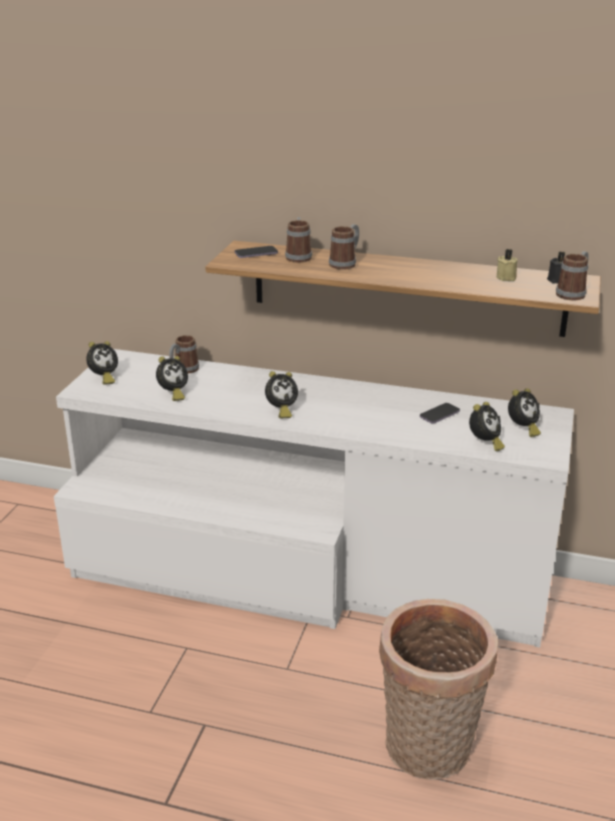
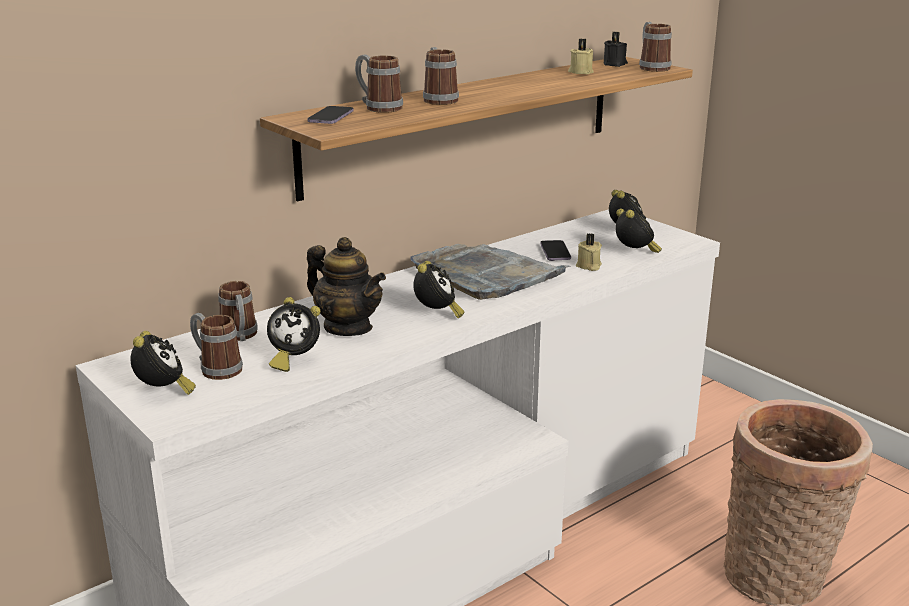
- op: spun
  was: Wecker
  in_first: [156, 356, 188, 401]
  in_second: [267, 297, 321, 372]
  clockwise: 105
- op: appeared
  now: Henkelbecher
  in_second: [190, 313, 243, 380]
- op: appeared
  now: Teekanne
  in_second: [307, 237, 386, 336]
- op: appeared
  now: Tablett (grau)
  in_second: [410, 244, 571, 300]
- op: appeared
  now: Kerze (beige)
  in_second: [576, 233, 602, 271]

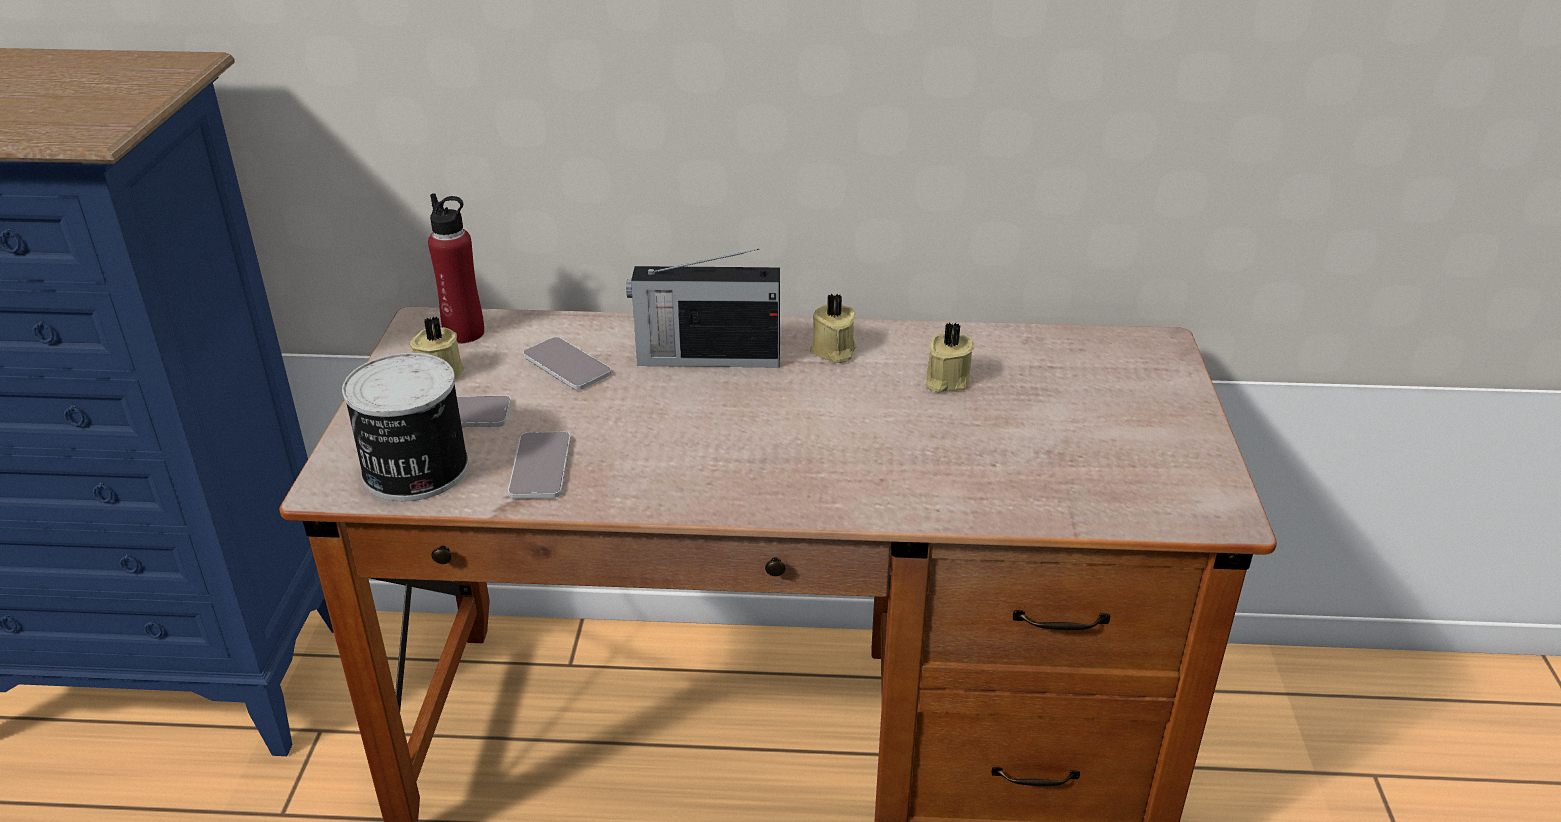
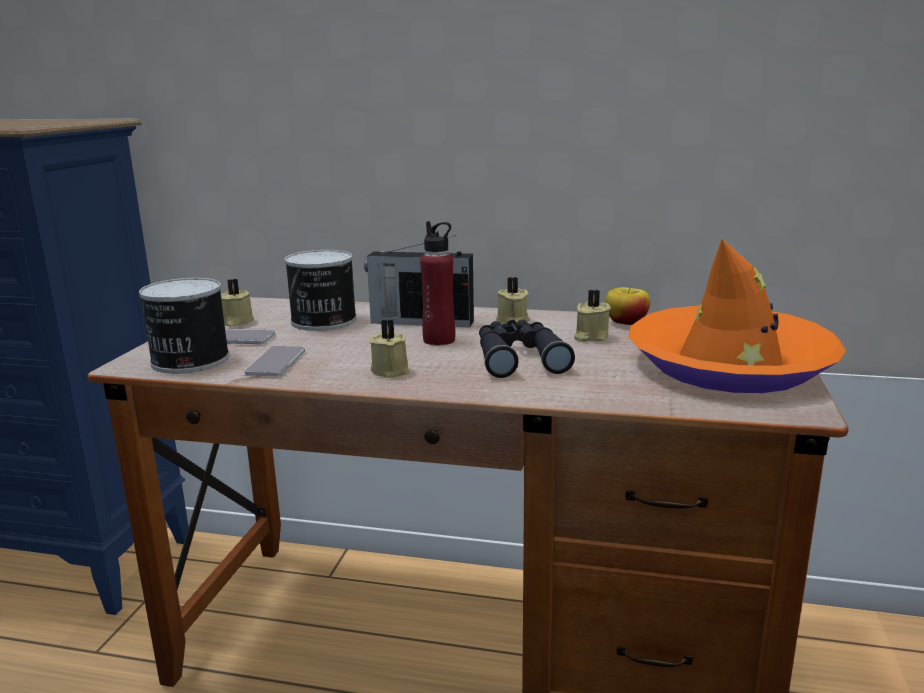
- op: relocated
  was: Flasche (rot)
  in_first: [428, 193, 484, 343]
  in_second: [420, 221, 455, 345]
- op: exchanged
  was: Handy
  now: Dose
  in_first: [523, 337, 611, 390]
  in_second: [285, 250, 357, 331]
- op: appeared
  now: Kerze (beige)
  in_second: [369, 319, 410, 378]
- op: appeared
  now: Fernglas (schwarz)
  in_second: [479, 319, 575, 378]
- op: appeared
  now: Apfel
  in_second: [605, 287, 650, 325]
- op: appeared
  now: Hut (orange)
  in_second: [628, 239, 846, 393]

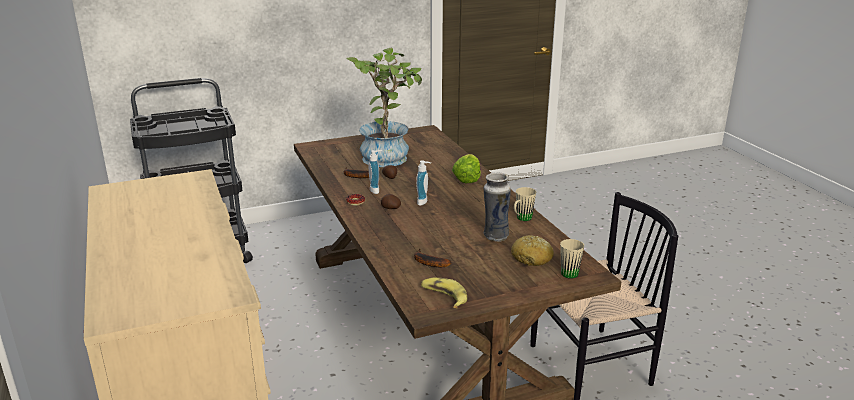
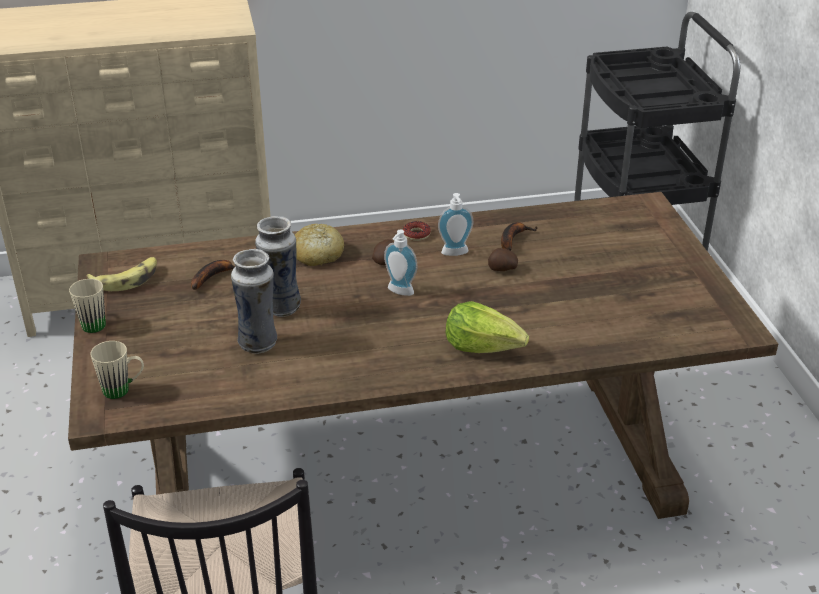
- op: missing
  was: Topfpflanze
  in_first: [346, 48, 422, 167]
- op: relocated
  was: Brot
  in_first: [511, 235, 554, 266]
  in_second: [295, 224, 344, 266]
- op: relocated
  was: Henkelbecher (beige)
  in_first: [514, 187, 536, 221]
  in_second: [69, 279, 106, 333]
- op: appeared
  now: Vase
  in_second: [255, 216, 301, 317]

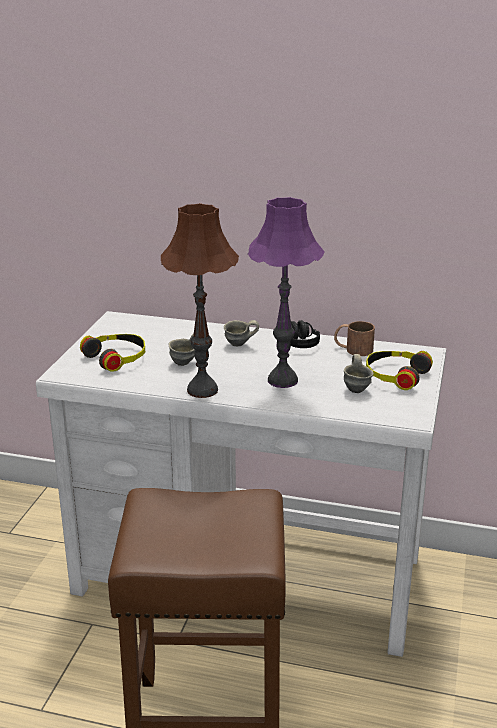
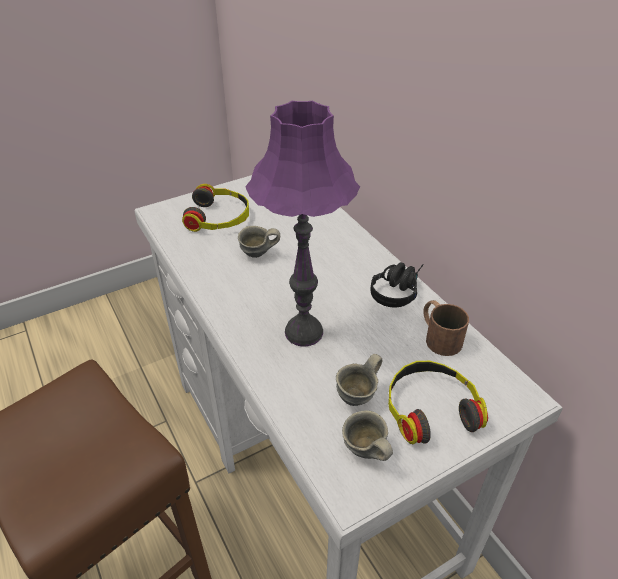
- op: missing
  was: Tischlampe (braun)
  in_first: [161, 203, 239, 398]
- op: relocated
  was: Henkelbecher (grau)
  in_first: [224, 320, 259, 346]
  in_second: [342, 410, 393, 461]

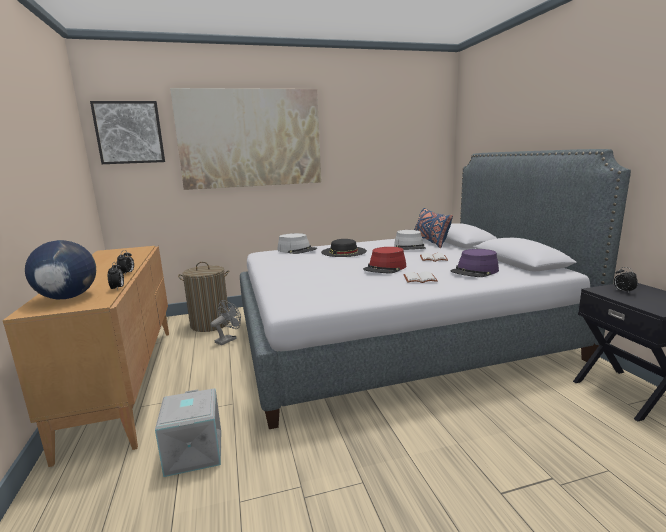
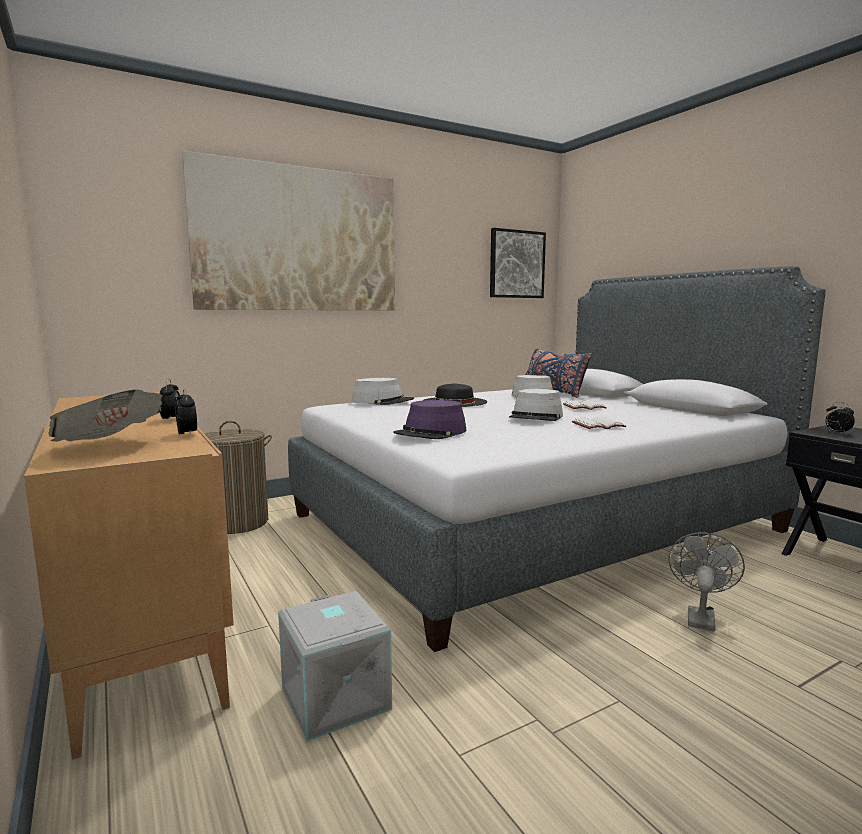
- op: exchanged
  was: Globus
  now: Zeitung
  in_first: [25, 240, 96, 299]
  in_second: [48, 389, 162, 442]
- op: relocated
  was: Bild
  in_first: [90, 101, 165, 164]
  in_second: [490, 228, 546, 298]
- op: relocated
  was: Ventilator (grau)
  in_first: [211, 300, 241, 345]
  in_second: [668, 532, 745, 632]
- op: colour
  was: Hut (rot)
  now: Hut (grau)
  in_first: [363, 247, 406, 273]
  in_second: [509, 389, 563, 421]
- op: relocated
  was: Hut (lila)
  in_first: [450, 249, 499, 277]
  in_second: [393, 400, 466, 439]

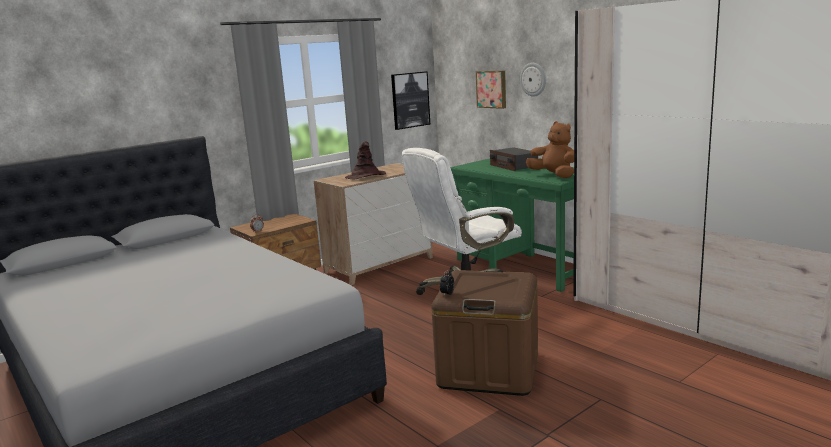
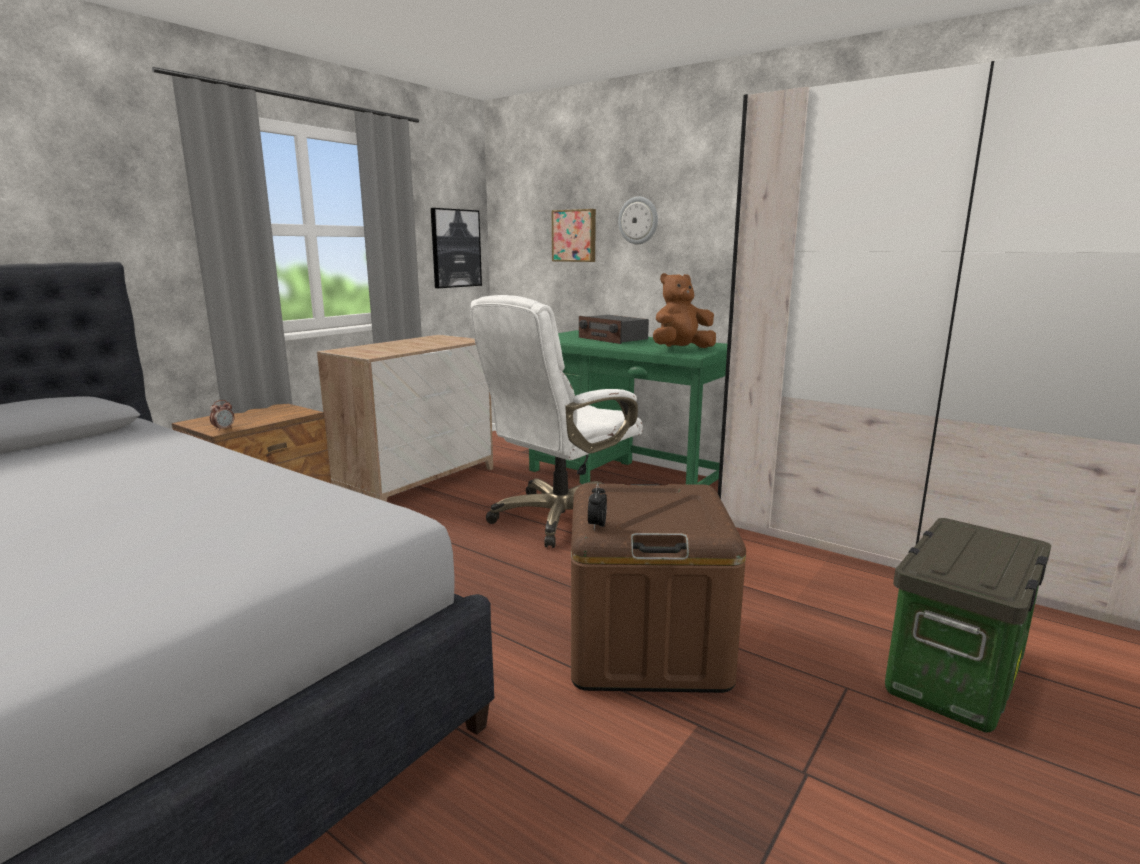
- op: missing
  was: Hut (braun)
  in_first: [345, 141, 386, 179]
- op: spun
  was: Plüschtier (braun)
  in_first: [526, 121, 574, 178]
  in_second: [653, 273, 716, 348]
  clockwise: -60
- op: appeared
  now: Aufbewahrungsbox
  in_second: [885, 518, 1051, 732]

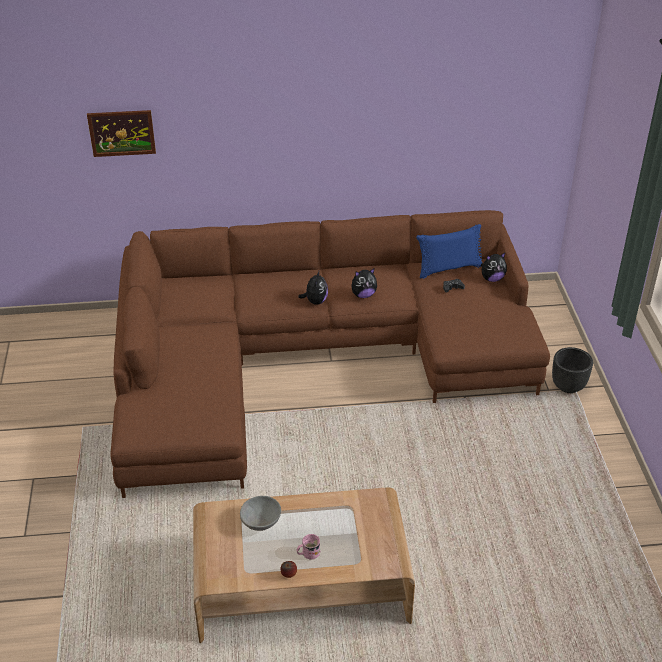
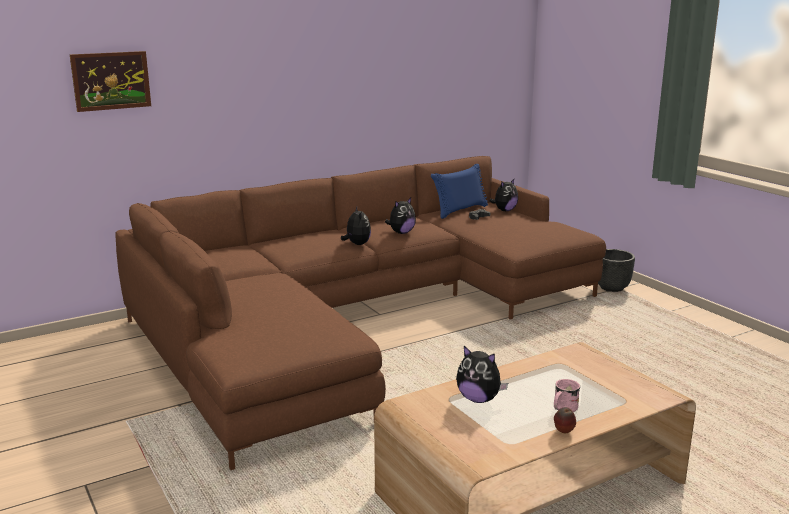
- op: exchanged
  was: Schüssel (grau)
  now: Plüschtier
  in_first: [240, 496, 281, 531]
  in_second: [456, 346, 508, 403]

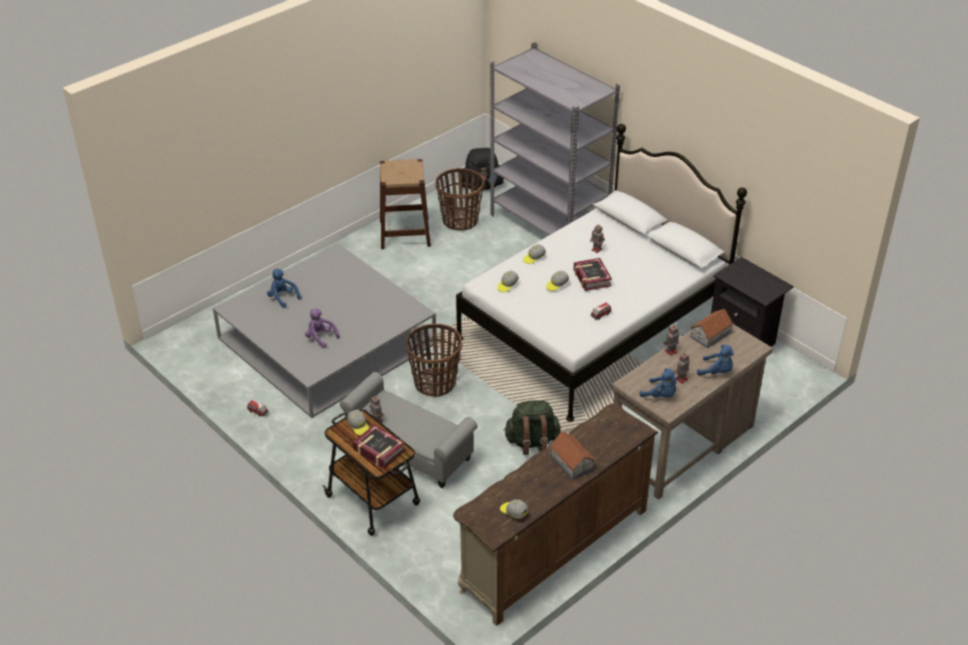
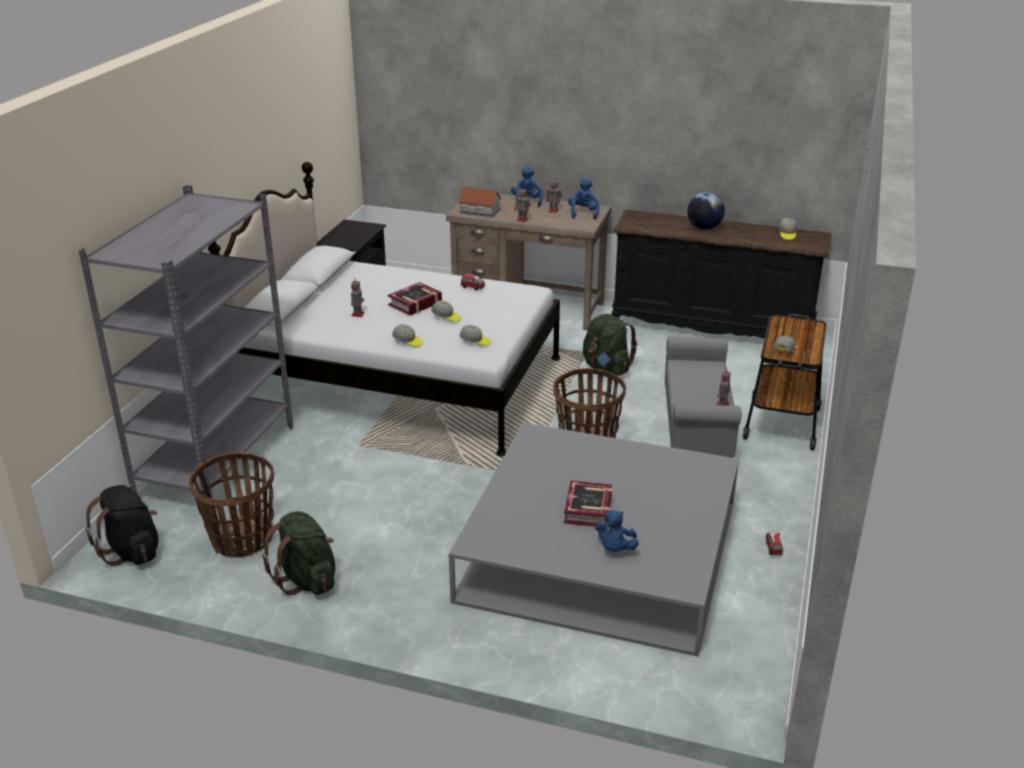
- op: missing
  was: Plüschtier (lila)
  in_first: [305, 308, 340, 348]
- op: relocated
  was: Buch
  in_first: [353, 424, 406, 468]
  in_second: [564, 481, 612, 526]
- op: exchanged
  was: Hocker (braun)
  now: Rucksack (grün)
  in_first: [380, 159, 431, 249]
  in_second: [262, 511, 335, 595]
- op: colour
  was: Schrank (beige)
  now: Schrank (schwarz)
  in_first: [453, 403, 658, 626]
  in_second: [612, 210, 832, 350]
- op: exchanged
  was: Spielzeughaus
  now: Globus
  in_first: [550, 431, 596, 479]
  in_second: [687, 192, 725, 230]

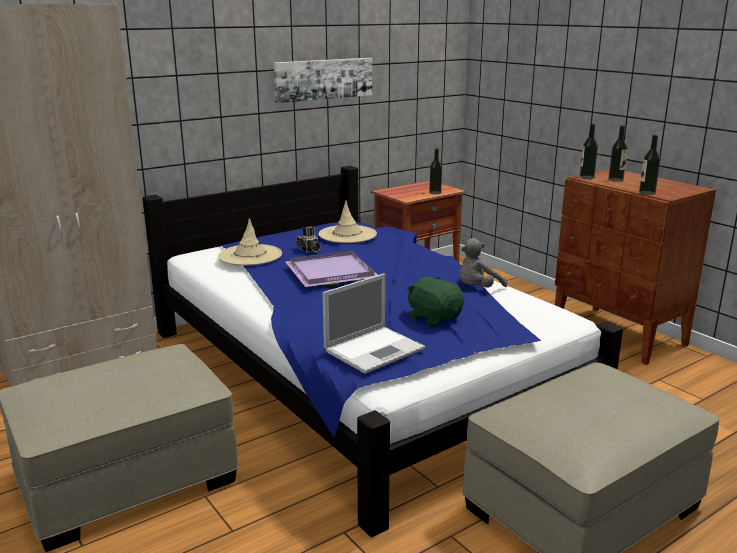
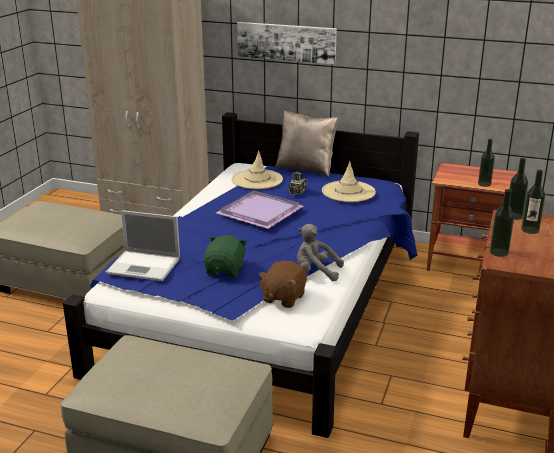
- op: relocated
  was: Bild
  in_first: [273, 58, 372, 103]
  in_second: [237, 22, 337, 64]
- op: appeared
  now: Plüschtier (braun)
  in_second: [258, 261, 307, 308]
- op: appeared
  now: Kissen (beige)
  in_second: [275, 110, 338, 177]

